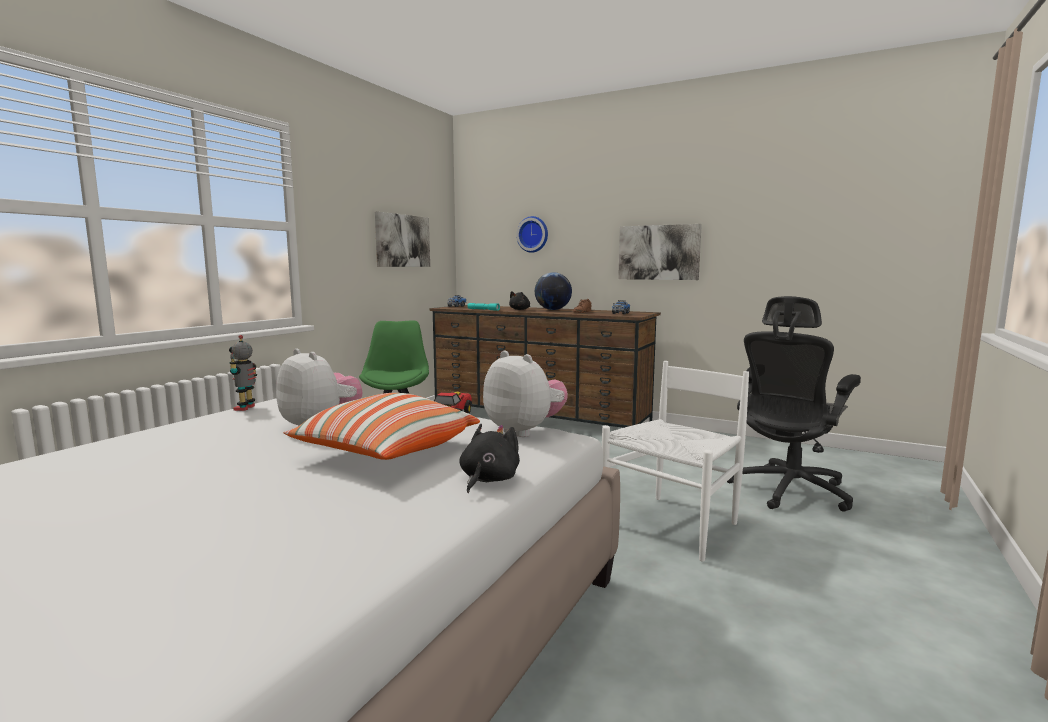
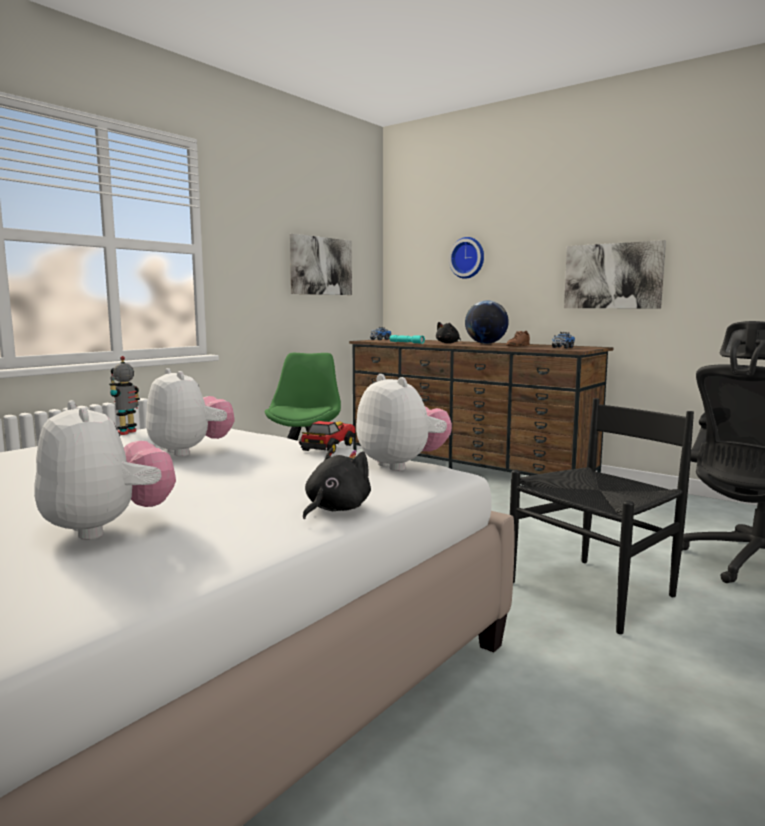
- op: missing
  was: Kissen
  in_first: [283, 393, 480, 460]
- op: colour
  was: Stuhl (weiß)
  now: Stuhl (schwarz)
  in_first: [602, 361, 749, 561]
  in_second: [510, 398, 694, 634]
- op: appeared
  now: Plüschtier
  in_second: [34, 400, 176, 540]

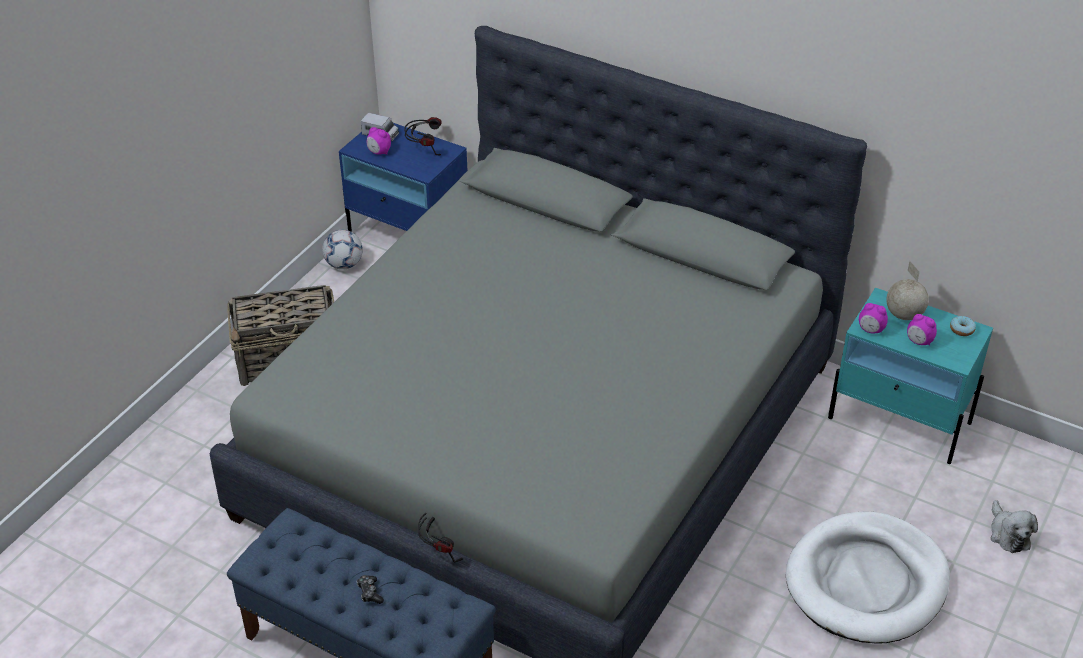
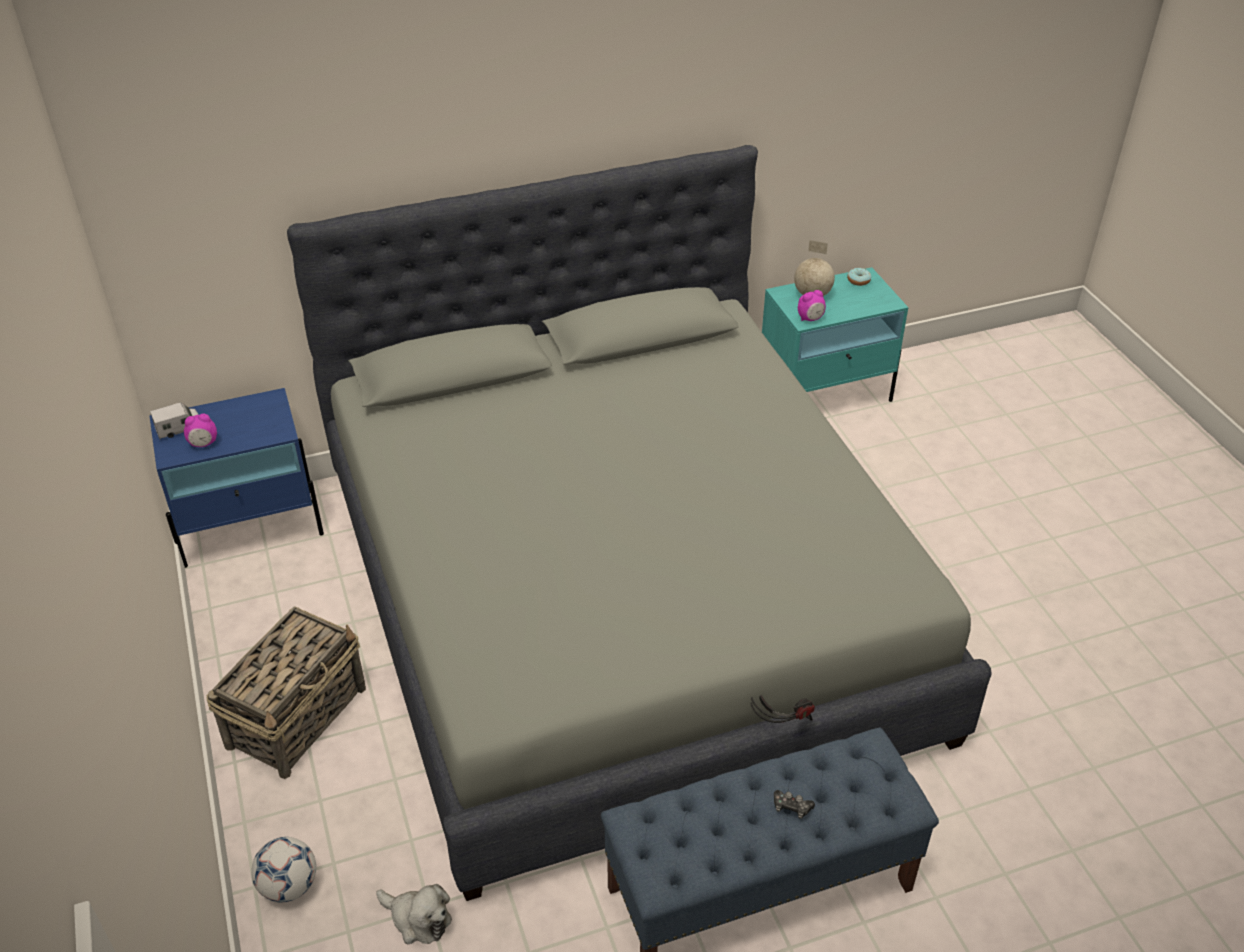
- op: relocated
  was: Fußball
  in_first: [322, 230, 363, 270]
  in_second: [251, 837, 316, 903]
- op: missing
  was: Kopfhörer
  in_first: [404, 117, 442, 155]
- op: missing
  was: Hundebett (weiß)
  in_first: [786, 511, 950, 644]
- op: missing
  was: Wecker
  in_first: [907, 314, 937, 345]
- op: relocated
  was: Plüschtier
  in_first: [990, 500, 1038, 553]
  in_second: [376, 884, 452, 944]

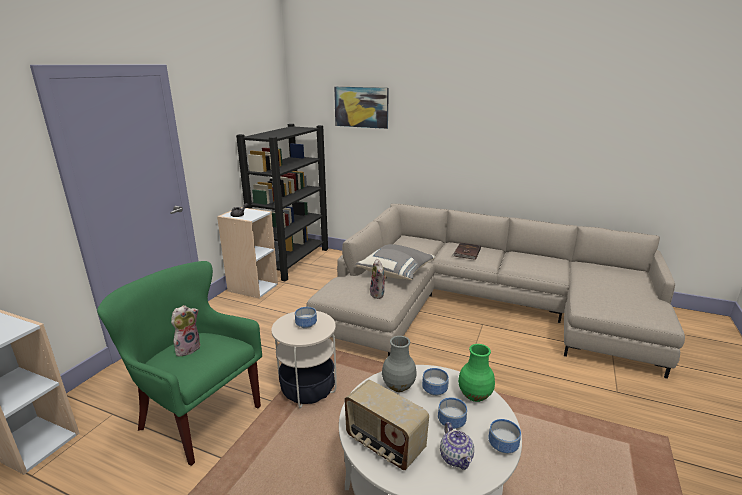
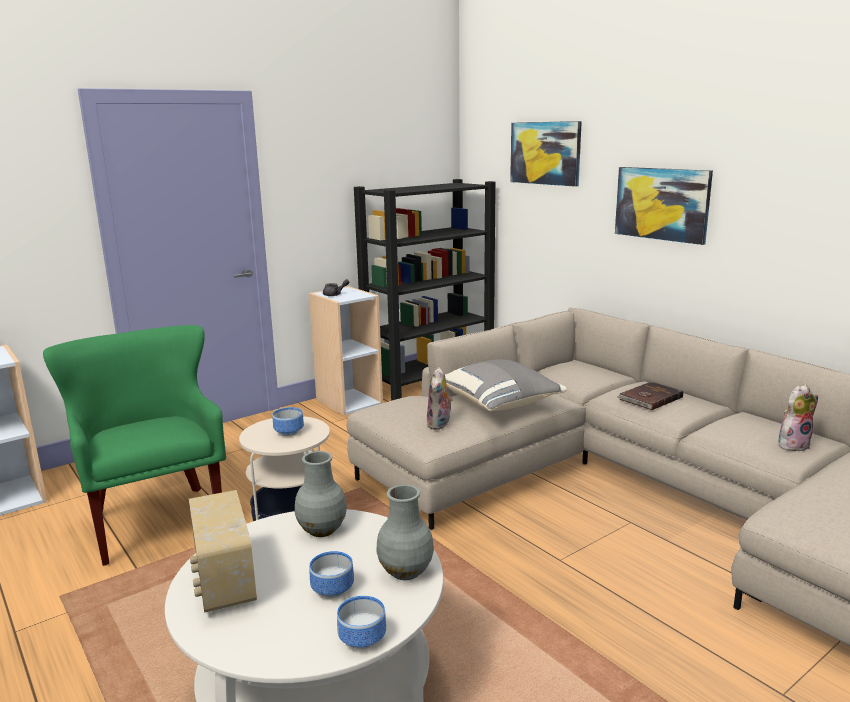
- op: relocated
  was: Plüschtier
  in_first: [171, 305, 201, 358]
  in_second: [778, 385, 818, 451]
- op: missing
  was: Schüssel
  in_first: [422, 368, 449, 396]
- op: missing
  was: Teekanne
  in_first: [440, 422, 474, 470]
- op: colour
  was: Vase (grün)
  now: Vase (grau)
  in_first: [458, 344, 495, 402]
  in_second: [377, 485, 434, 580]
- op: appeared
  now: Bild
  in_second: [615, 167, 713, 245]

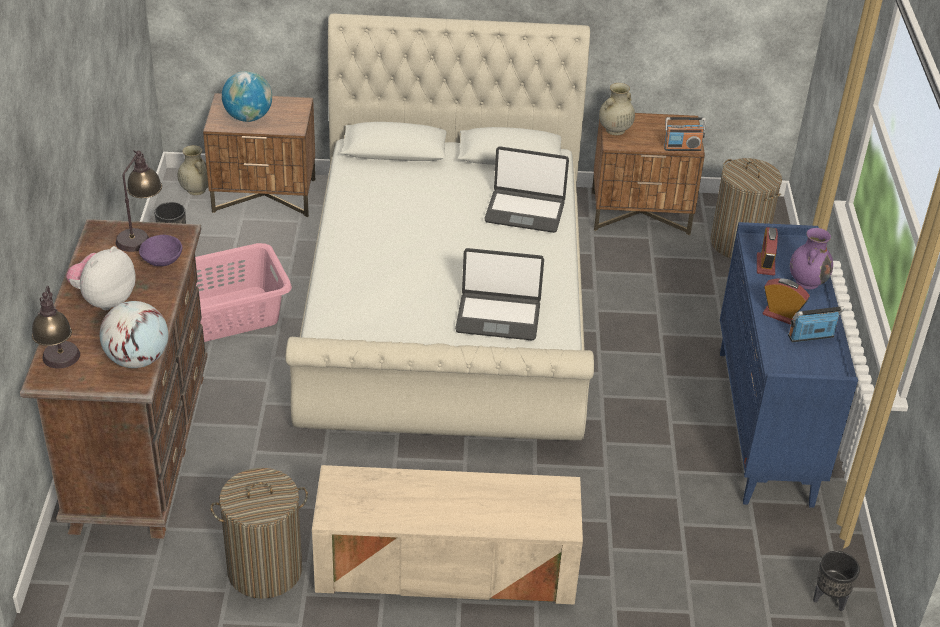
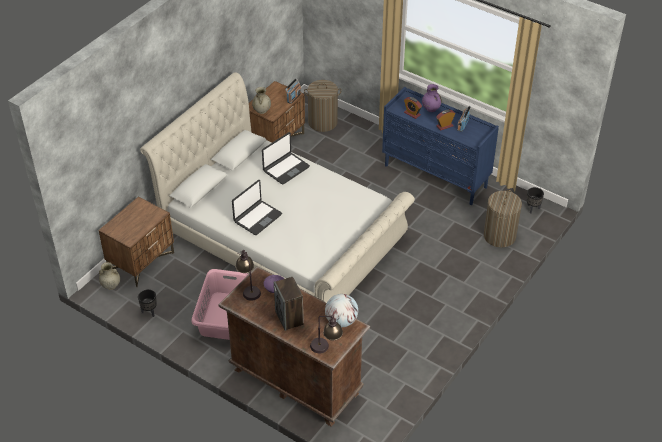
- op: exchanged
  was: Plüschtier
  now: Lautsprecher
  in_first: [66, 246, 135, 310]
  in_second: [274, 277, 304, 331]
- op: relocated
  was: Wäschekorb
  in_first: [210, 468, 308, 599]
  in_second: [484, 190, 522, 247]
- op: missing
  was: Globus
  in_first: [222, 71, 272, 122]
- op: missing
  was: Bank (beige)
  in_first: [312, 465, 583, 605]
- op: relocated
  was: Laptop
  in_first: [455, 248, 544, 340]
  in_second: [232, 180, 282, 235]

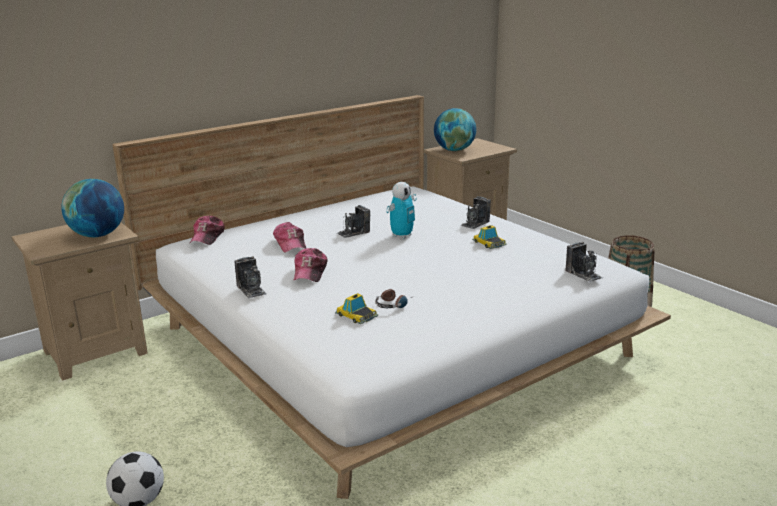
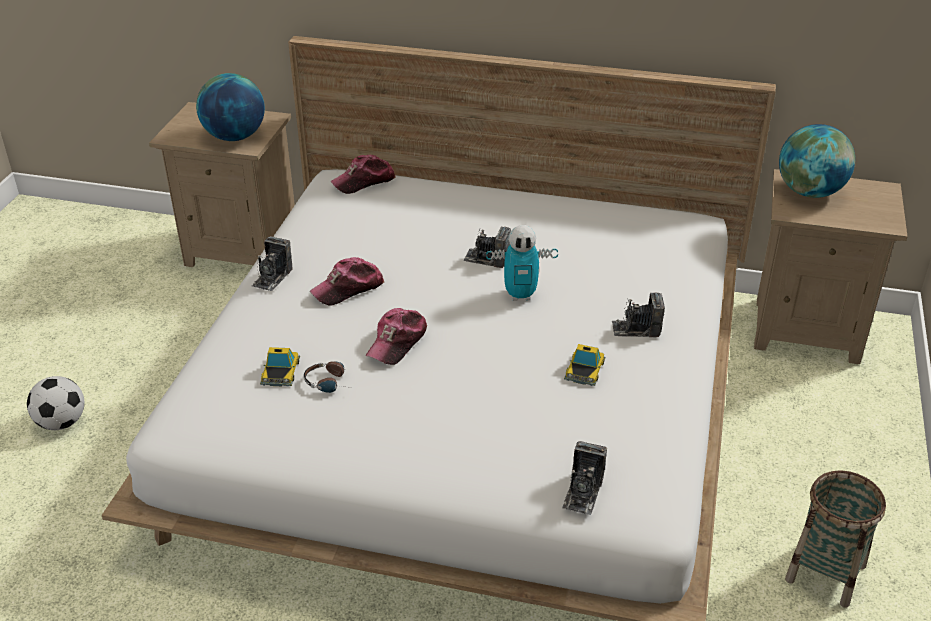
- op: relocated
  was: Kappe
  in_first: [273, 222, 306, 253]
  in_second: [365, 308, 427, 365]

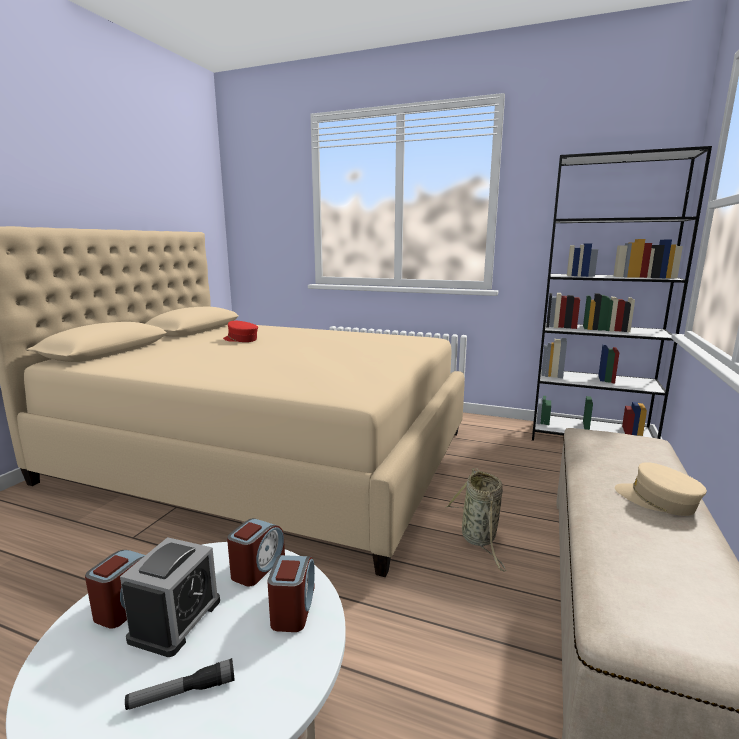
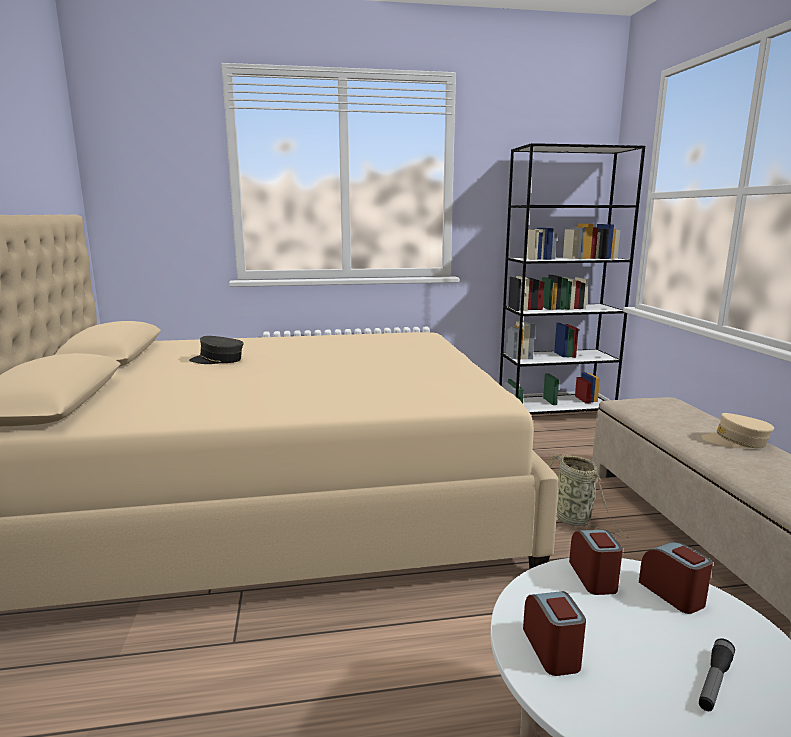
- op: missing
  was: Wecker
  in_first: [120, 537, 220, 657]
- op: colour
  was: Kappe (rot)
  now: Kappe (grau)
  in_first: [223, 321, 258, 342]
  in_second: [189, 336, 243, 364]

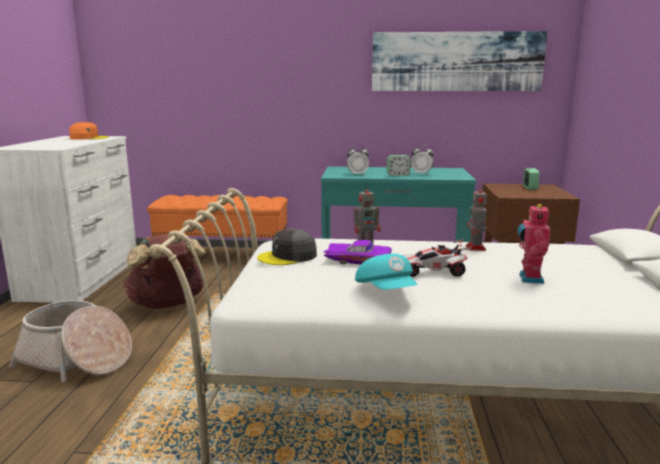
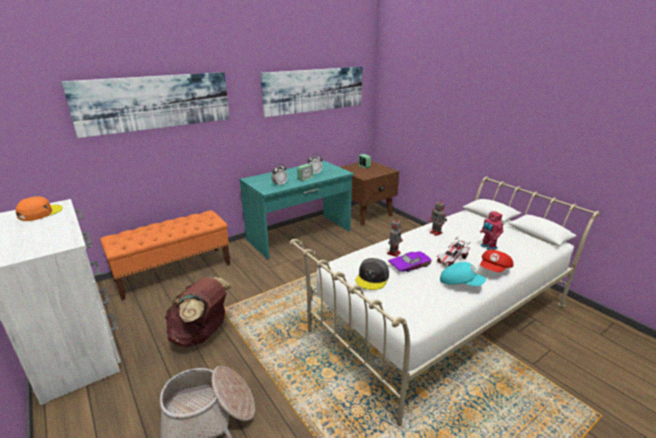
- op: appeared
  now: Bild
  in_second: [61, 72, 230, 138]
- op: appeared
  now: Kappe (rot)
  in_second: [480, 249, 513, 272]

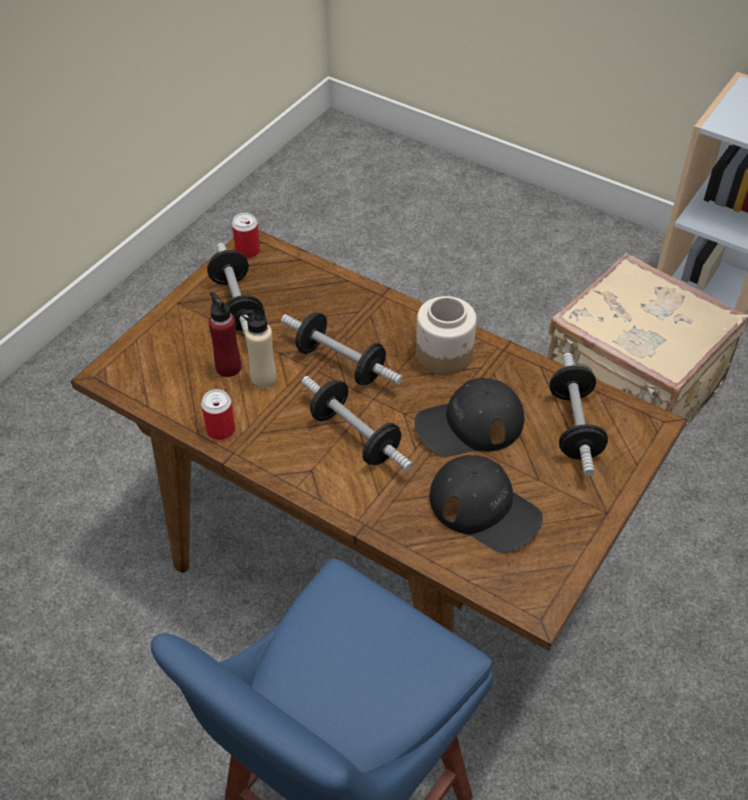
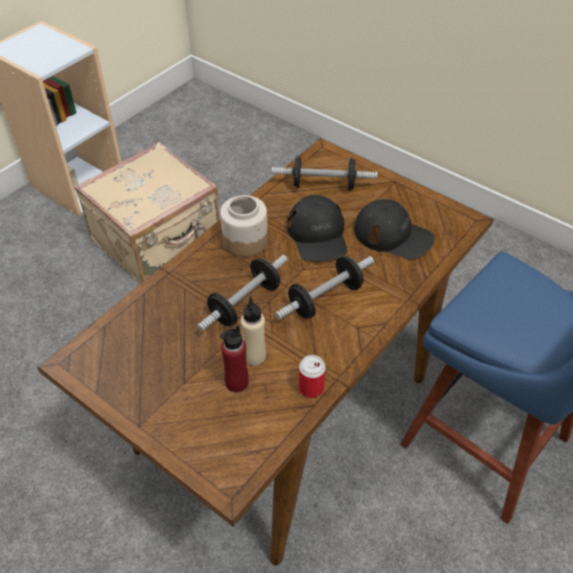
- op: missing
  was: Hantel
  in_first: [207, 243, 263, 339]
- op: missing
  was: Dose
  in_first: [232, 213, 260, 259]
- op: spun
  was: Kappe (schwarz)
  in_first: [430, 455, 543, 553]
  in_second: [354, 199, 435, 259]
  clockwise: 75

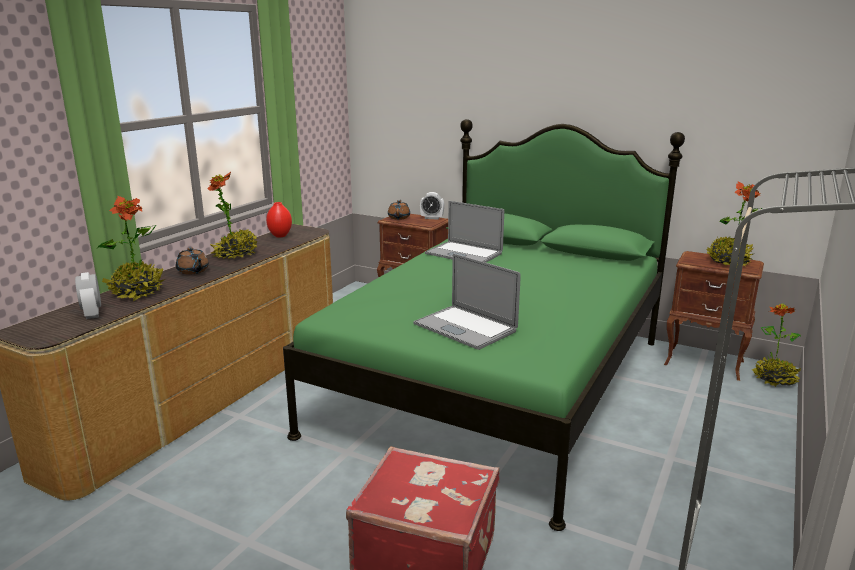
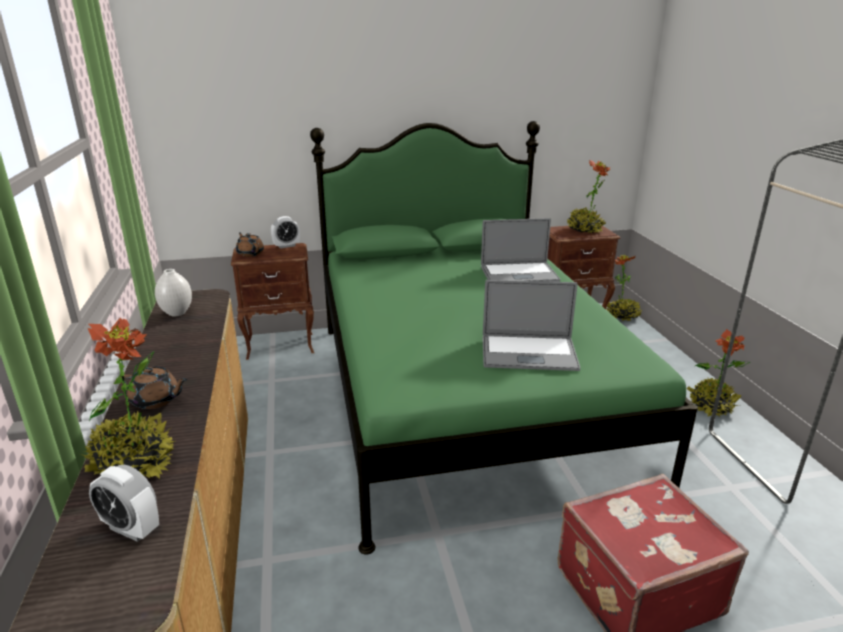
- op: relocated
  was: Topfpflanze
  in_first: [208, 172, 257, 259]
  in_second: [687, 329, 750, 417]
- op: colour
  was: Vase (rot)
  now: Vase (weiß)
  in_first: [266, 202, 292, 237]
  in_second: [155, 269, 192, 317]
- op: relocated
  was: Laptop
  in_first: [425, 201, 504, 263]
  in_second: [481, 218, 560, 282]

